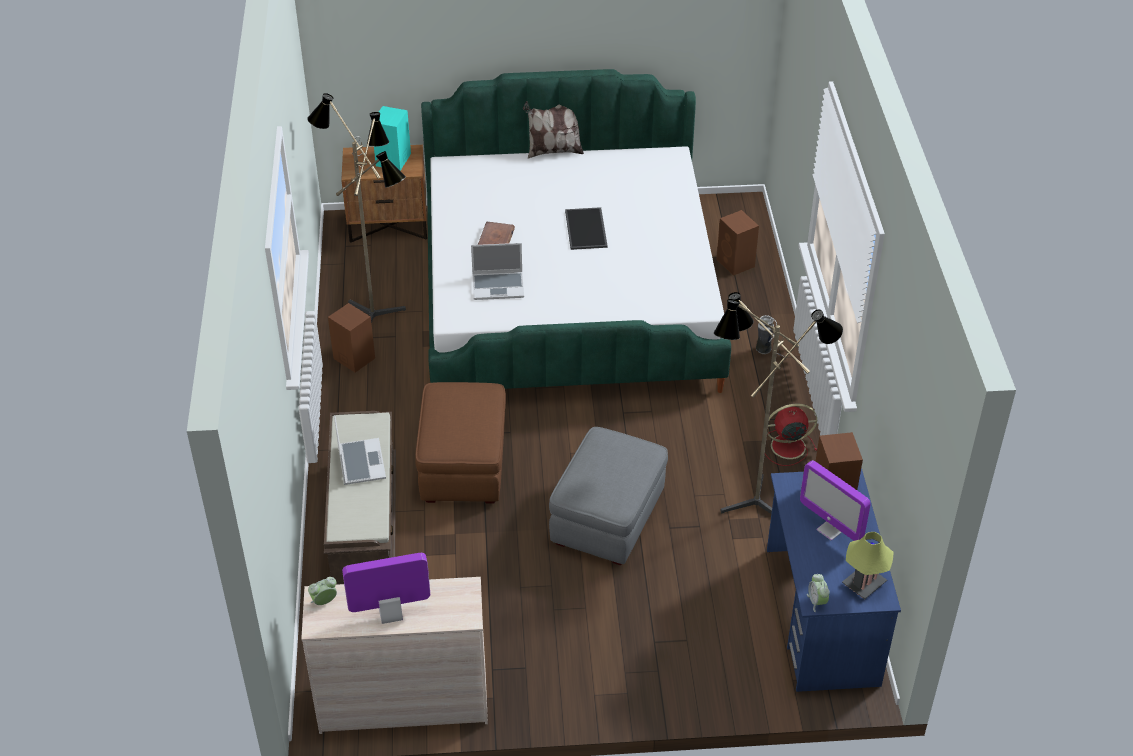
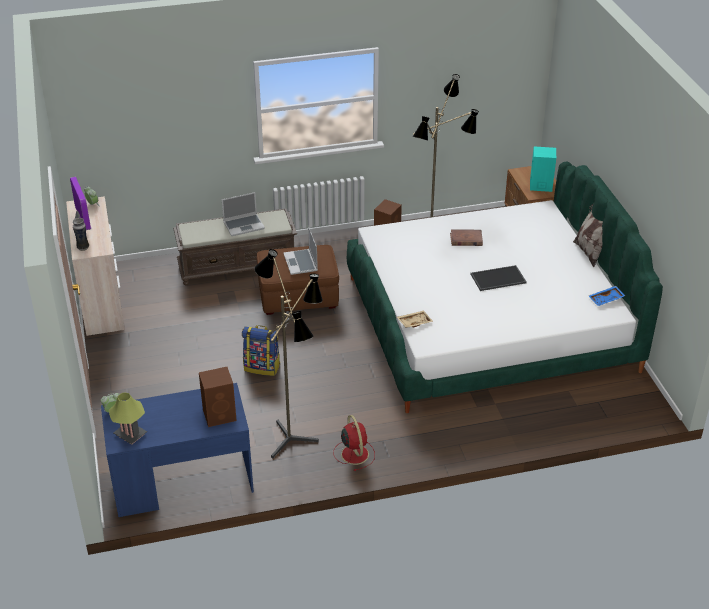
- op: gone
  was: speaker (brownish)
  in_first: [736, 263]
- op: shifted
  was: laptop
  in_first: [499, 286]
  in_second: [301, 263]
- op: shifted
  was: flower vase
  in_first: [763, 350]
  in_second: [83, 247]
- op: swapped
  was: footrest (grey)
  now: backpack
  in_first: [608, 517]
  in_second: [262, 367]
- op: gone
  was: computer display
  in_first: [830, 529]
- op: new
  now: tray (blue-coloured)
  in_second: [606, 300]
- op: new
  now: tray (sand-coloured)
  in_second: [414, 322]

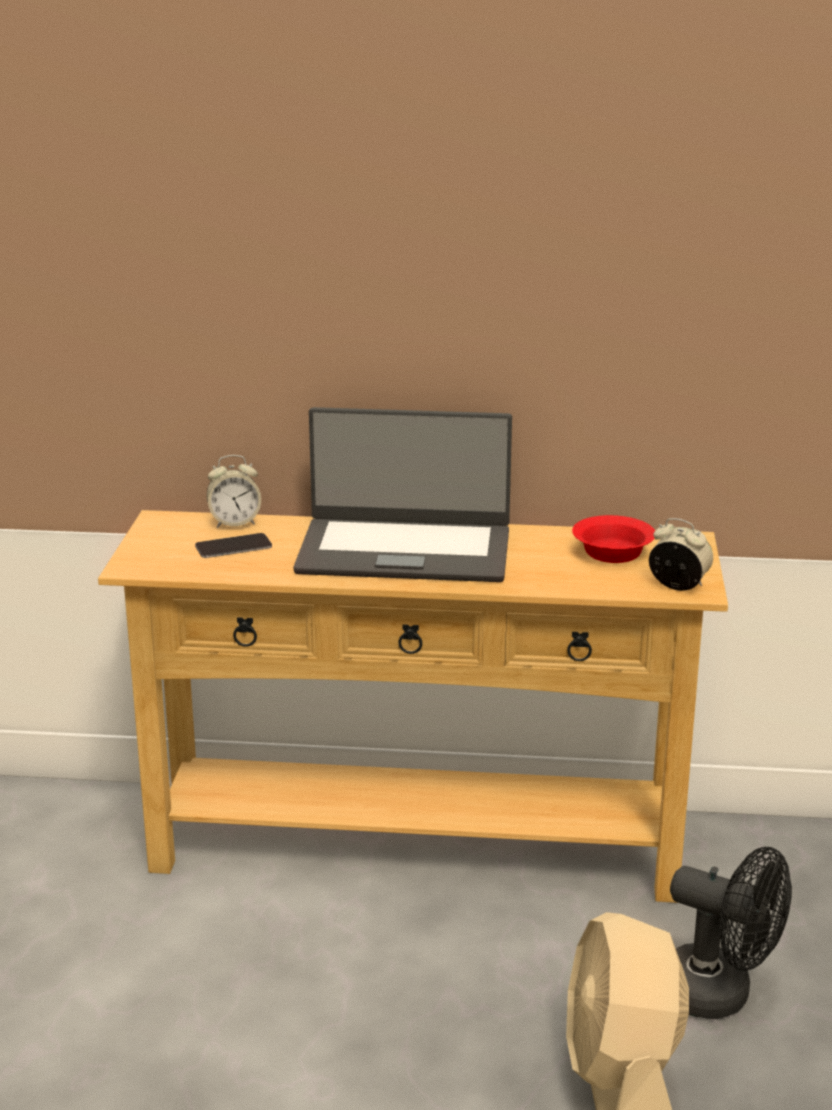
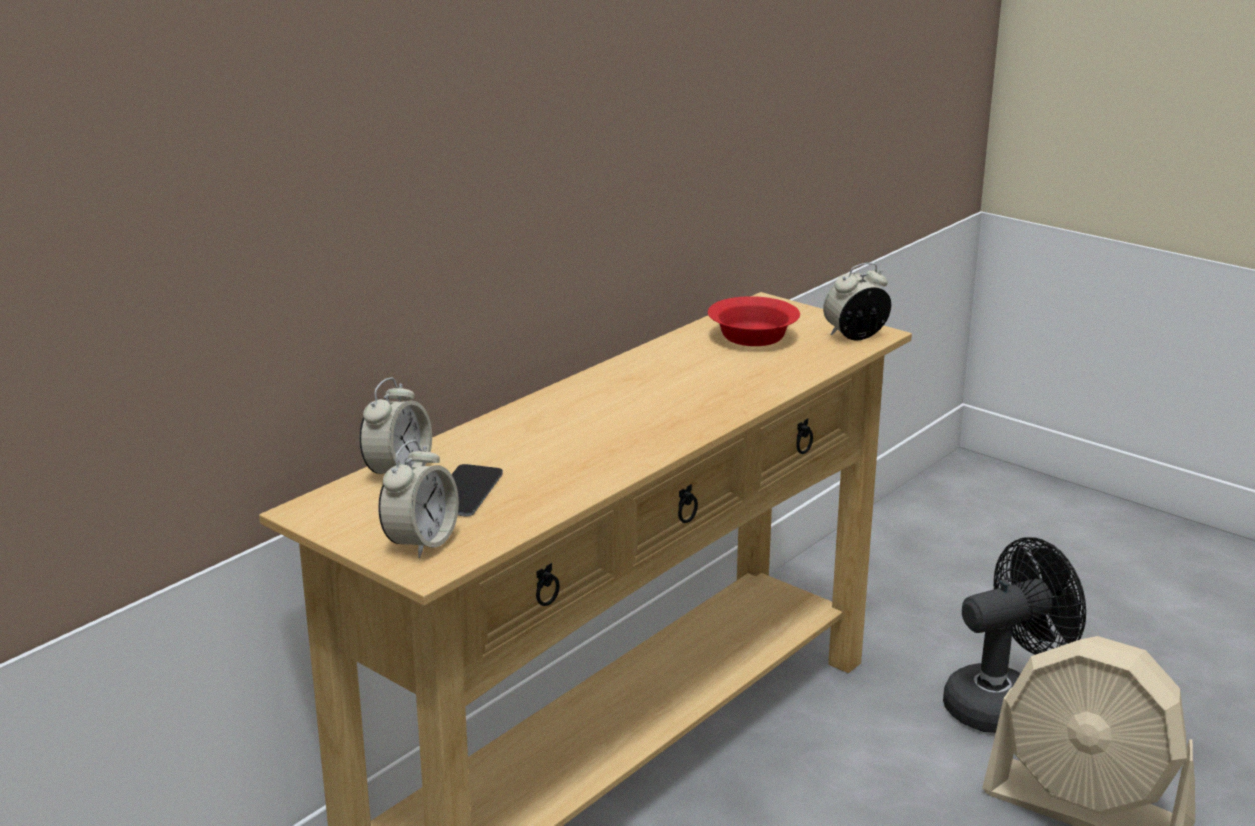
- op: gone
  was: laptop
  in_first: [404, 550]
- op: new
  now: alarm clock
  in_second: [421, 542]

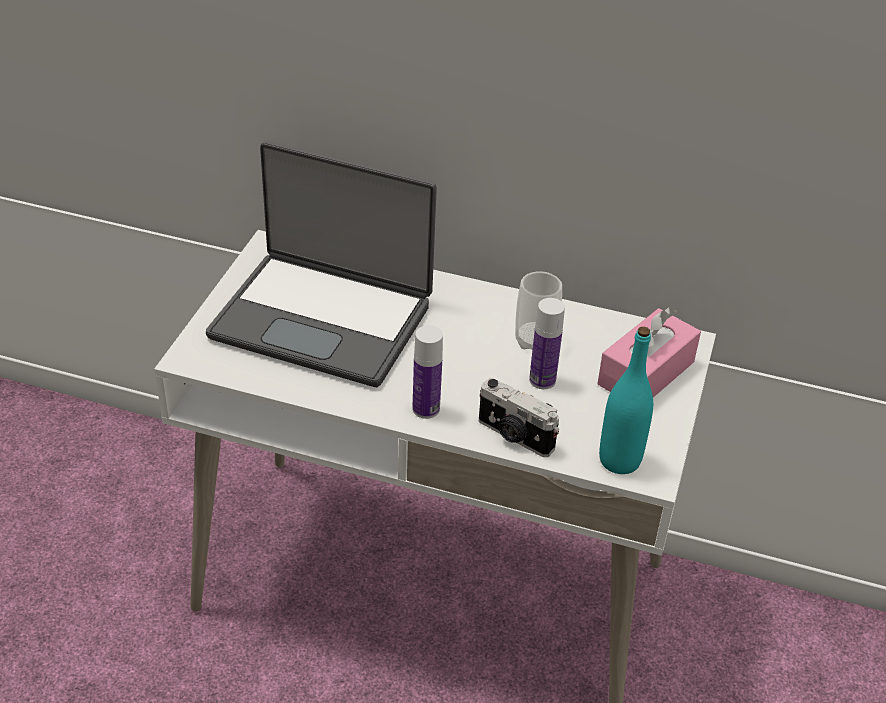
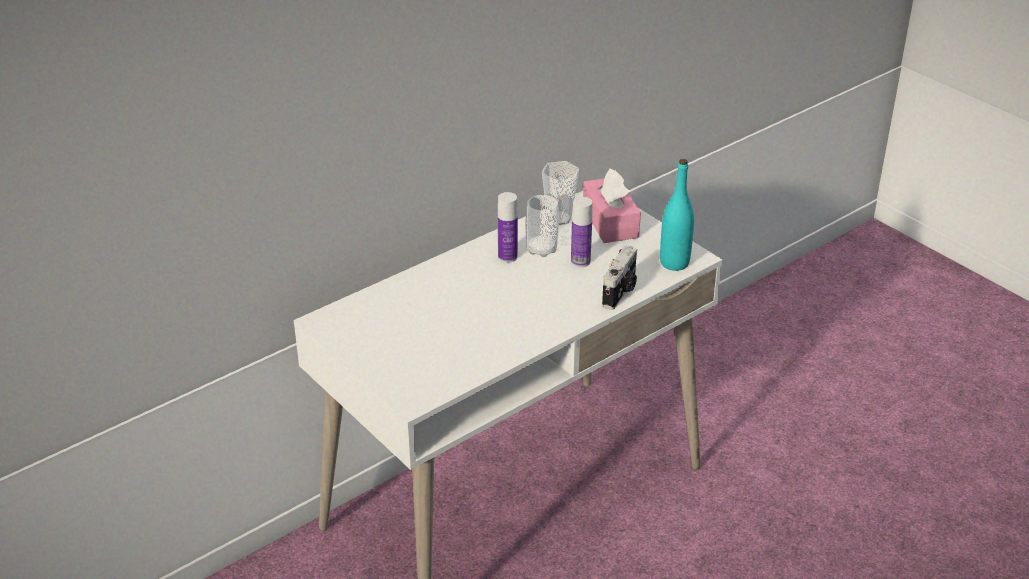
- op: gone
  was: laptop
  in_first: [323, 319]
- op: shifted
  was: bottle
  in_first: [426, 409]
  in_second: [507, 257]
- op: rotated
  was: photo camera
  in_first: [514, 436]
  in_second: [620, 292]
  clockwise: -45
- op: new
  now: cup
  in_second: [559, 218]

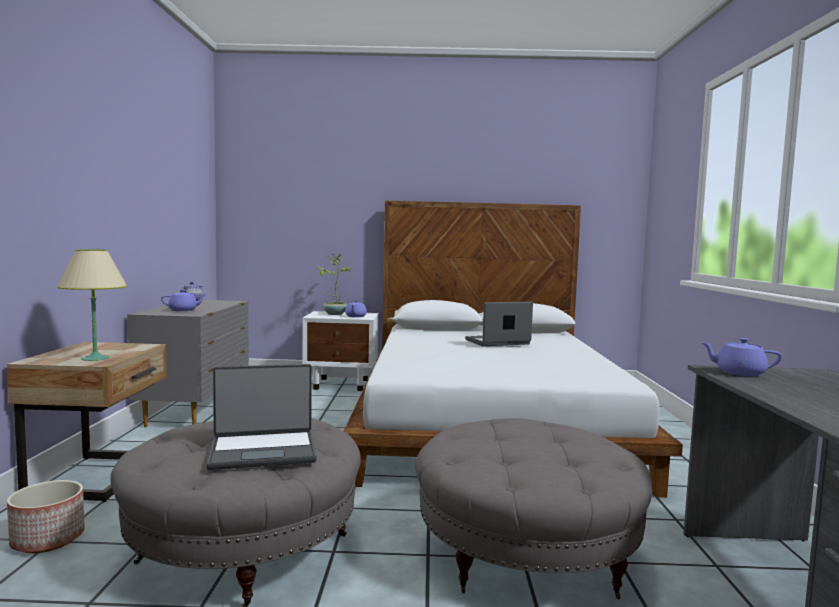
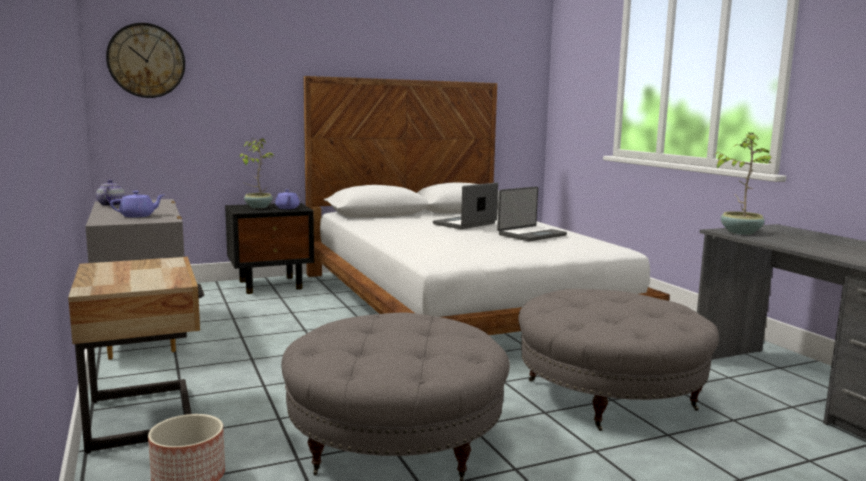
- op: gone
  was: lamp for a table (sand-coloured)
  in_first: [95, 358]
- op: repainted
  was: nightstand (white-coloured)
  now: nightstand (black-coloured)
  in_first: [342, 384]
  in_second: [271, 285]
- op: swapped
  was: teapot (purple-coloured)
  now: potted plant
  in_first: [739, 373]
  in_second: [740, 232]
- op: shifted
  was: laptop
  in_first: [263, 451]
  in_second: [531, 235]
- op: new
  now: hanging clock
  in_second: [146, 60]

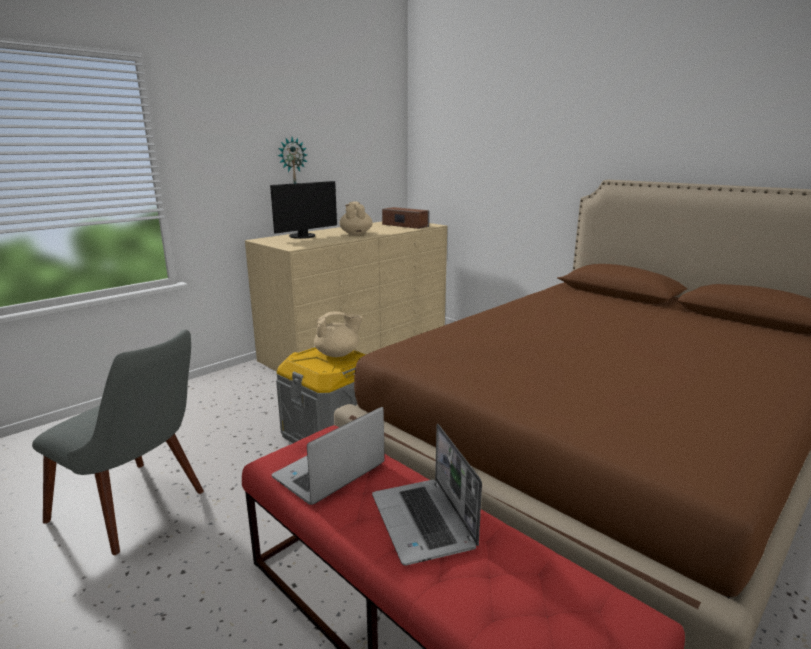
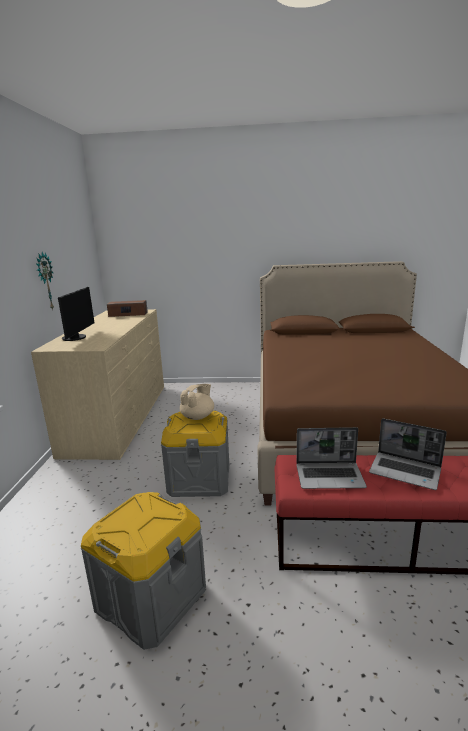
- op: gone
  was: teapot (sand-coloured)
  in_first: [356, 233]
- op: swapped
  was: chair (grey)
  now: storage box (grey)
  in_first: [141, 510]
  in_second: [151, 597]
- op: rotated
  was: laptop
  in_first: [329, 473]
  in_second: [330, 476]
  clockwise: -90

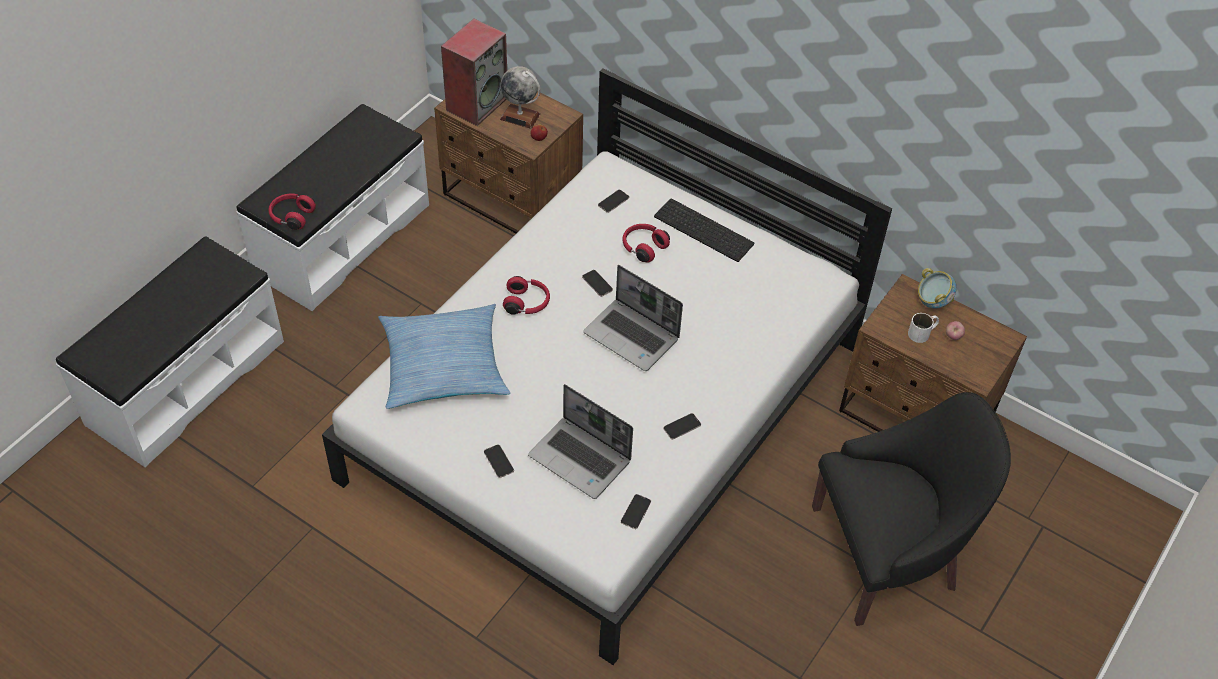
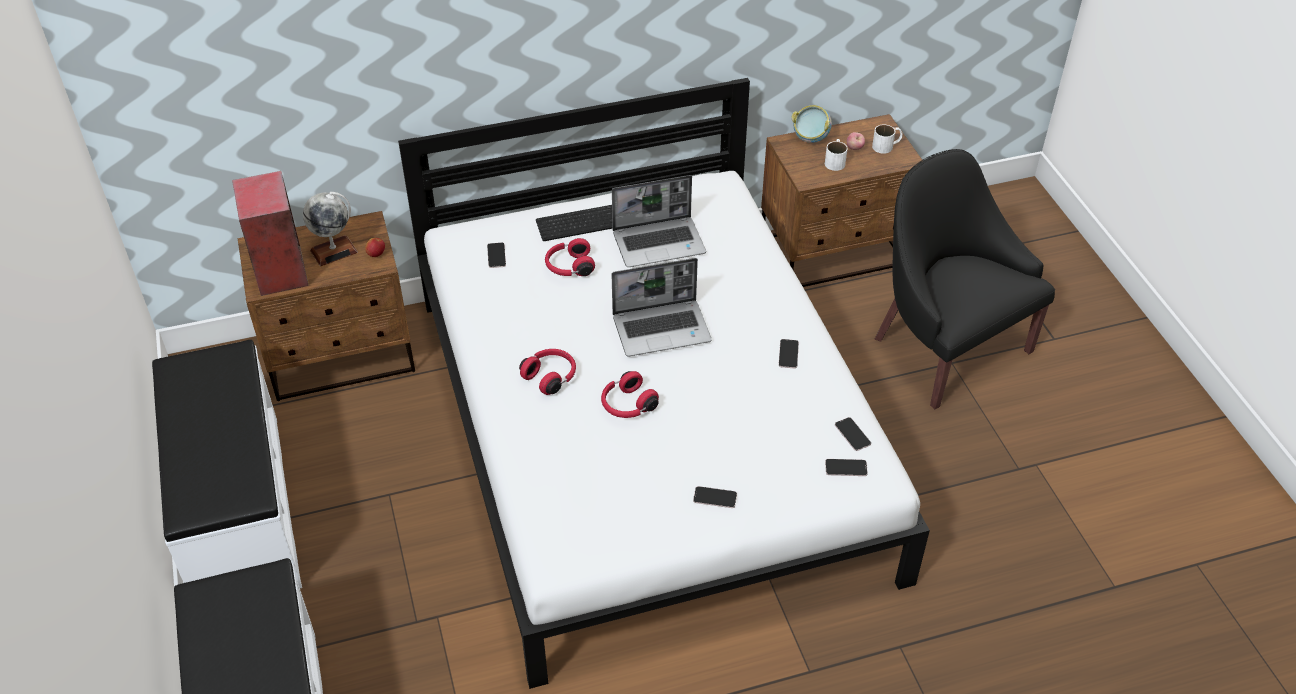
- op: shifted
  was: headset (red-coloured)
  in_first: [291, 216]
  in_second: [627, 405]
- op: shifted
  was: telephone
  in_first: [597, 283]
  in_second: [846, 468]
- op: gone
  was: pillow
  in_first: [443, 365]
- op: shifted
  was: laptop
  in_first: [581, 459]
  in_second: [659, 243]
- op: rotated
  was: armchair (black-coloured)
  in_first: [888, 554]
  in_second: [945, 346]
  clockwise: -60
- op: new
  now: mug (white-coloured)
  in_second: [887, 146]

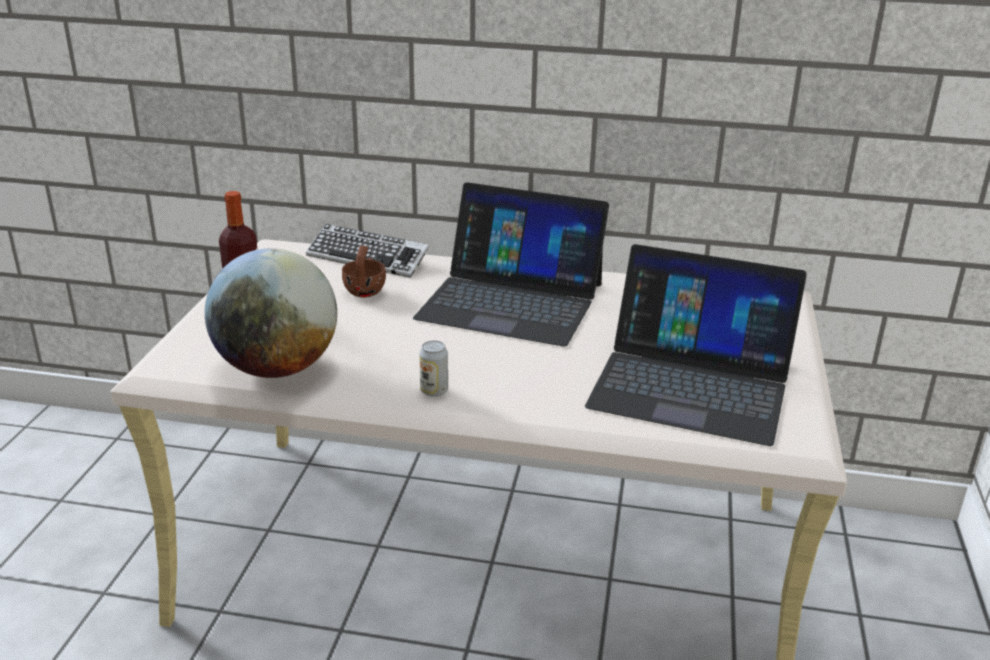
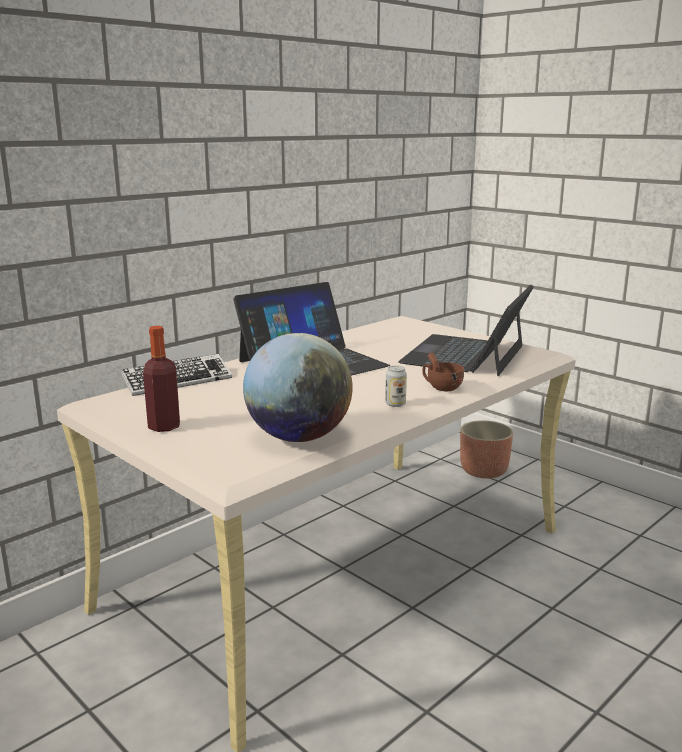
- op: rotated
  was: laptop
  in_first: [691, 383]
  in_second: [465, 354]
  clockwise: 150
- op: shifted
  was: cup (brownish)
  in_first: [366, 290]
  in_second: [441, 387]
- op: new
  now: planter
  in_second: [483, 471]

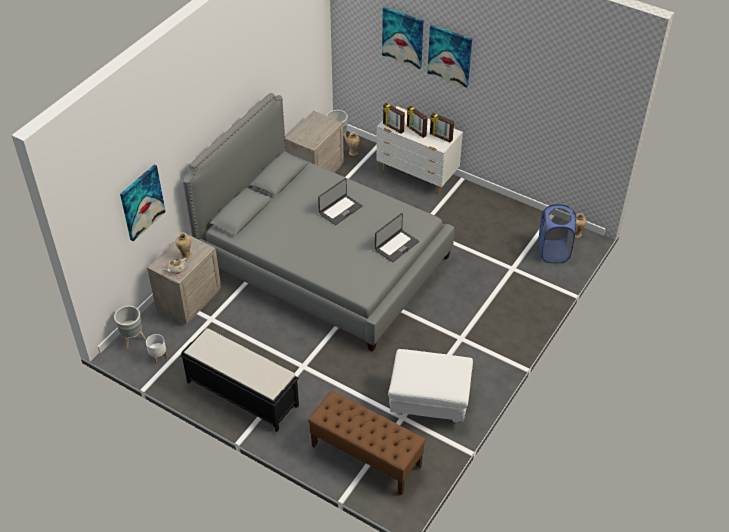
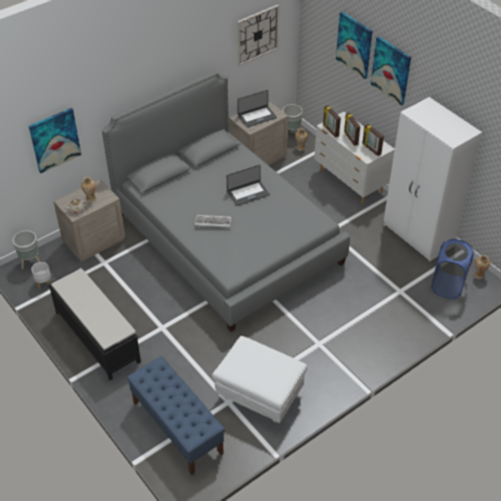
- op: shifted
  was: laptop
  in_first: [396, 245]
  in_second: [257, 116]
- op: repainted
  was: indoor bench (brownish)
  now: indoor bench (blue-coloured)
  in_first: [365, 456]
  in_second: [177, 427]
- op: new
  now: hanging clock
  in_second: [257, 35]
- op: new
  now: wardrobe (white-coloured)
  in_second: [418, 236]
- op: new
  now: PC keyboard
  in_second: [213, 222]

